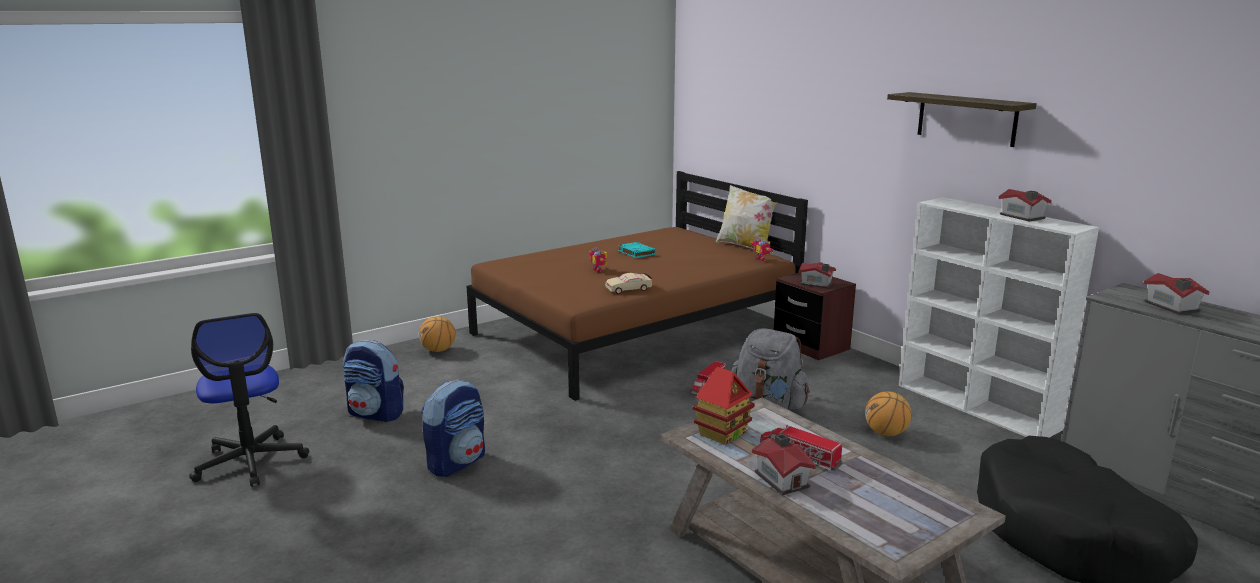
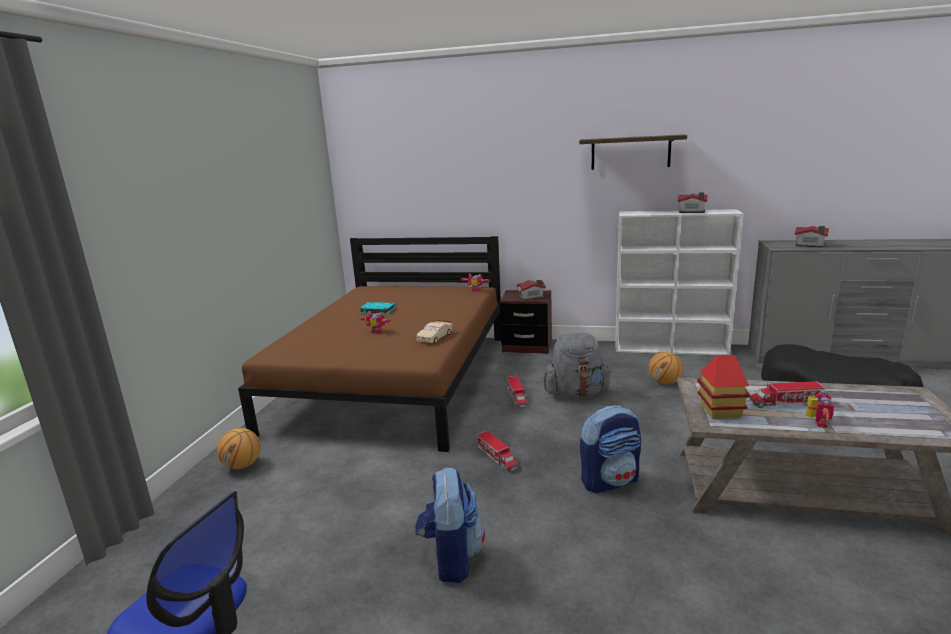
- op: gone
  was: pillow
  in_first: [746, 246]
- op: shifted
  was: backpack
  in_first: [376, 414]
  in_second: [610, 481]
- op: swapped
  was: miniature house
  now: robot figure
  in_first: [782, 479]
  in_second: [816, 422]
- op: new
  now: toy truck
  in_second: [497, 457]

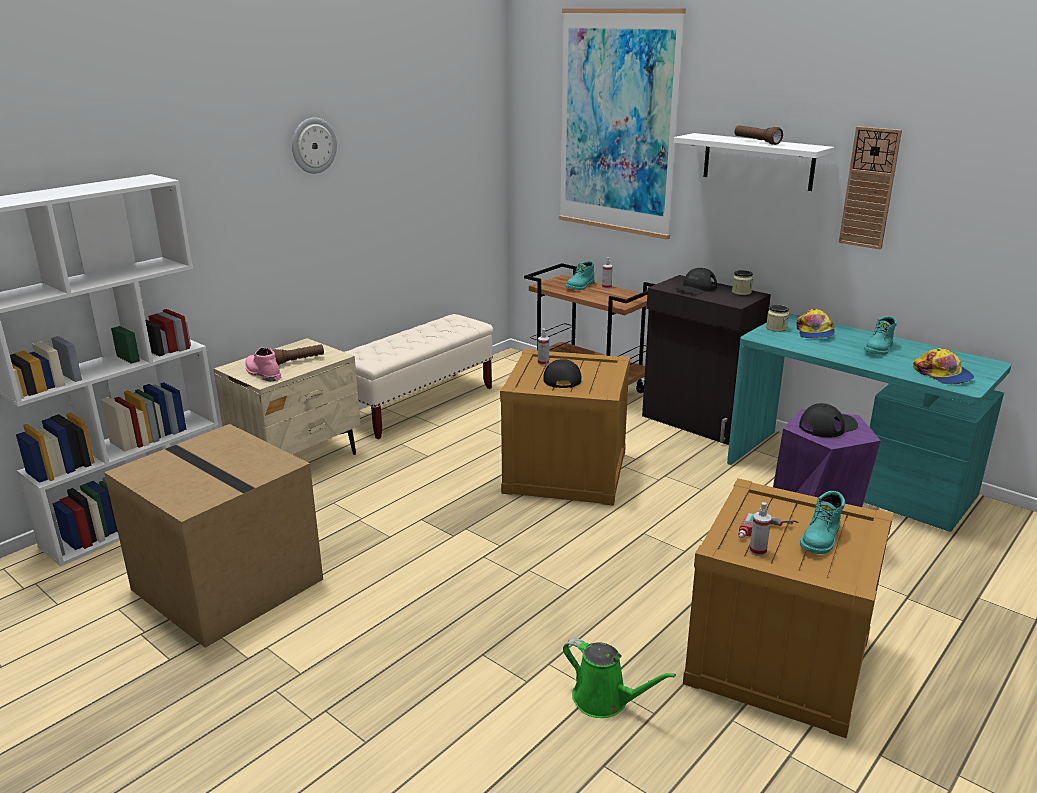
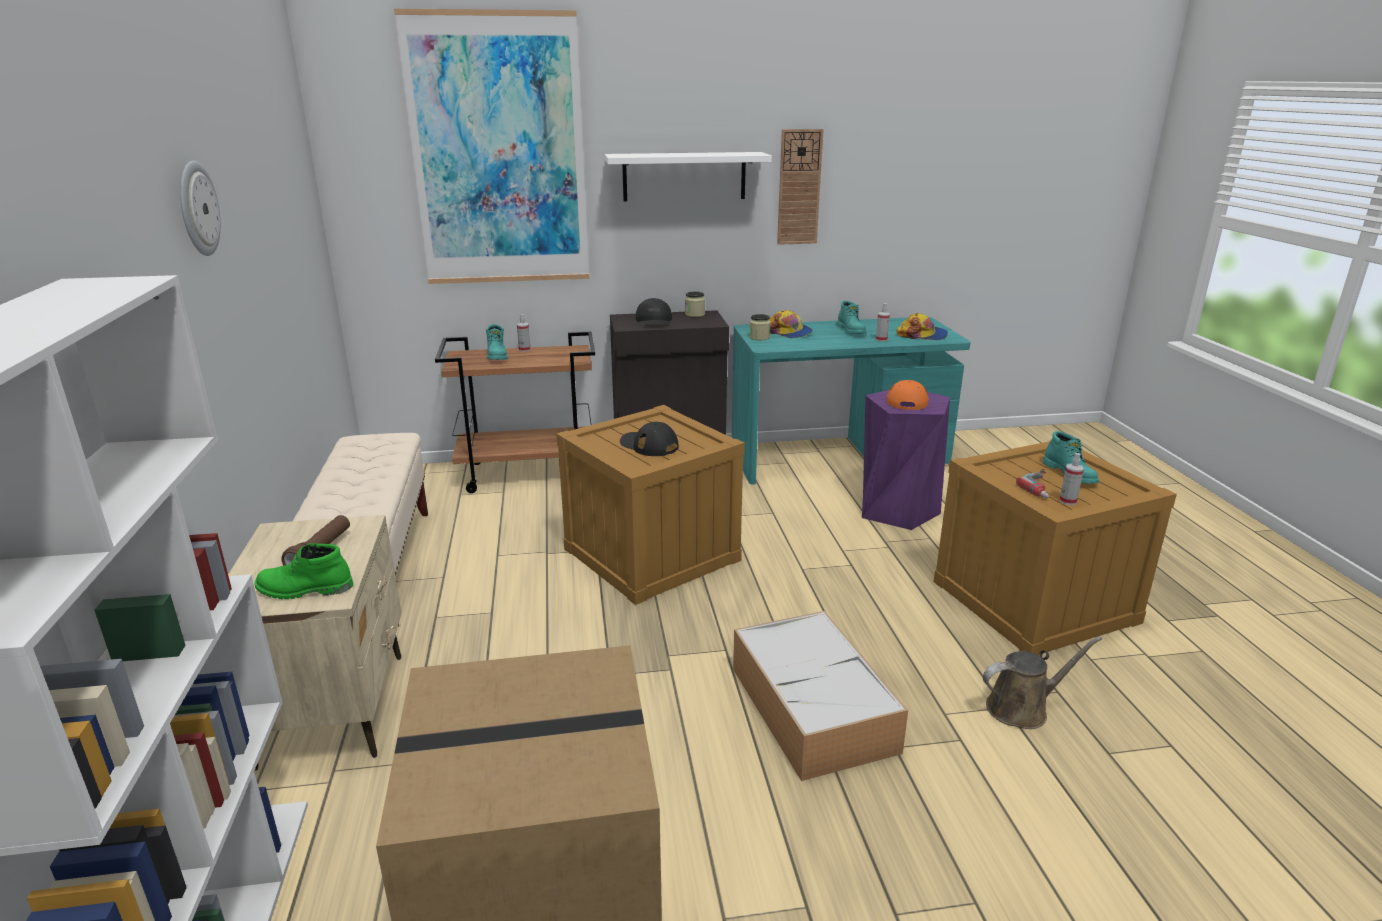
- op: gone
  was: hand torch (brownish)
  in_first: [756, 142]
- op: shifted
  was: hand sprayer
  in_first: [543, 363]
  in_second: [881, 339]
- op: repainted
  was: boot (pink)
  now: boot (greenish)
  in_first: [262, 373]
  in_second: [304, 590]
- op: repainted
  was: cap (black-coloured)
  now: cap (orange-coloured)
  in_first: [827, 426]
  in_second: [907, 400]
- op: repainted
  was: watering can (greenish)
  now: watering can (brownish)
  in_first: [605, 700]
  in_second: [1022, 708]
- op: new
  now: storage box
  in_second: [814, 710]

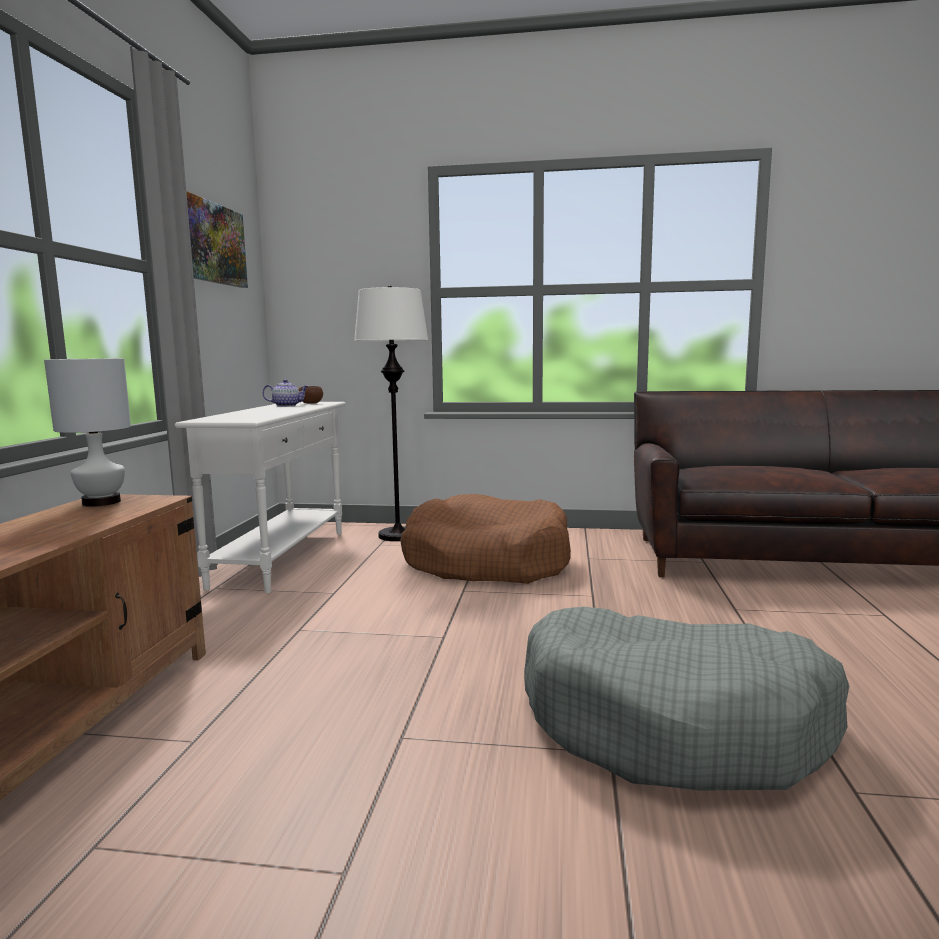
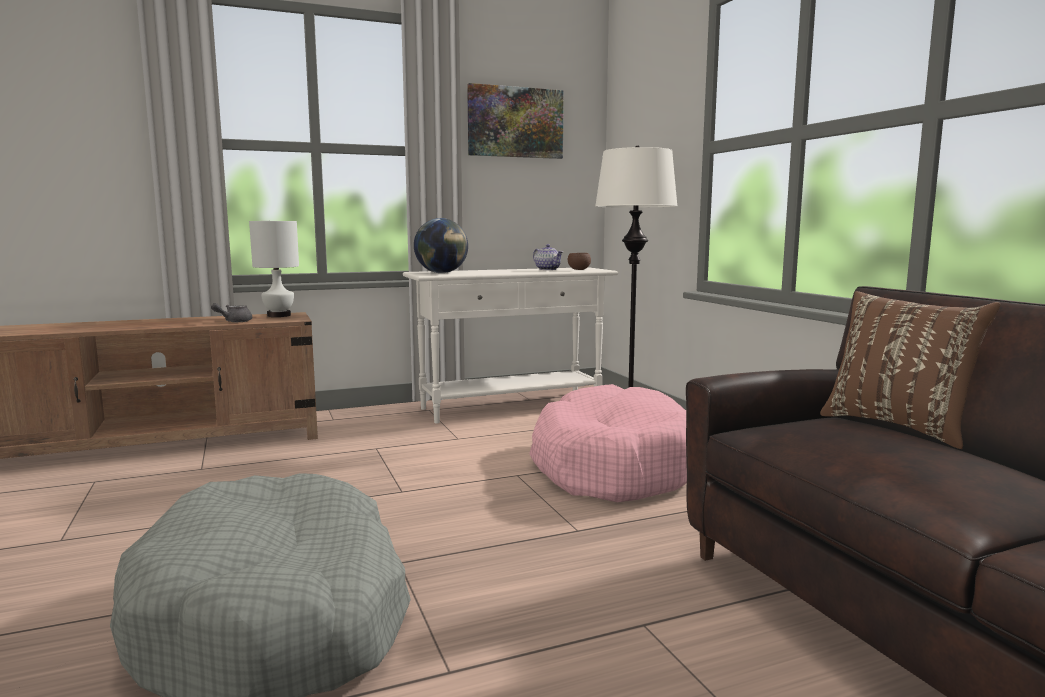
- op: repainted
  was: dog cushion (brownish)
  now: dog cushion (pink)
  in_first: [486, 561]
  in_second: [611, 466]
- op: new
  now: desk globe
  in_second: [441, 273]
- op: new
  now: pillow (brownish)
  in_second: [898, 426]
- op: new
  now: teapot (grey)
  in_second: [234, 321]

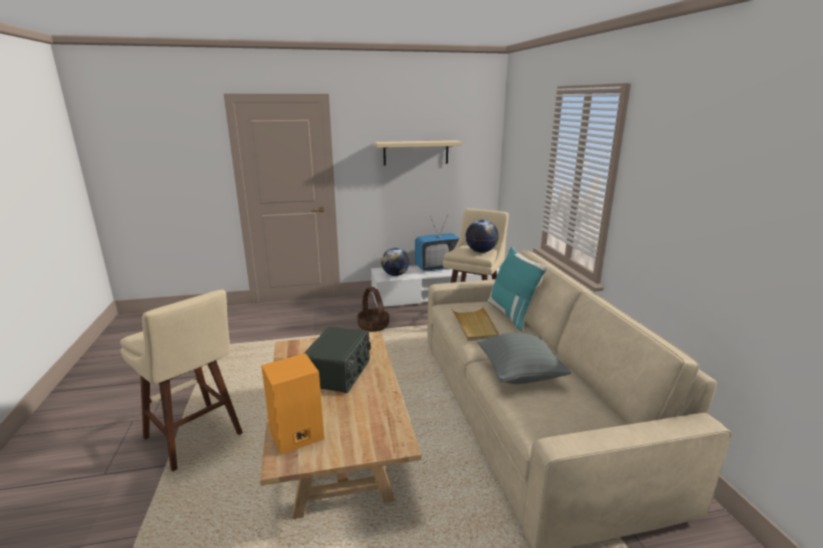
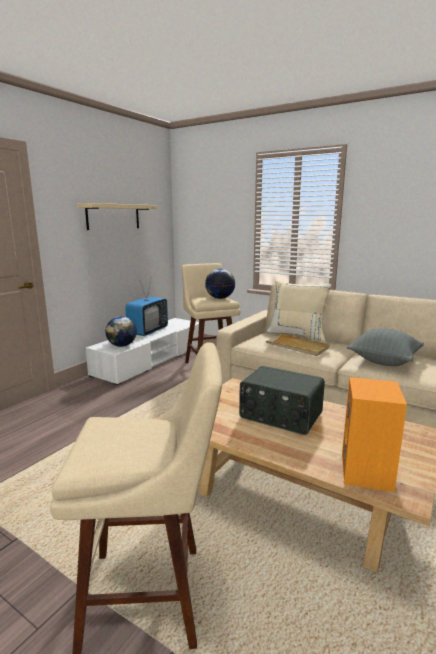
- op: repainted
  was: pillow (turquoise)
  now: pillow (sand-coloured)
  in_first: [513, 314]
  in_second: [297, 335]
- op: gone
  was: basket
  in_first: [373, 326]
- op: rotated
  was: radio set
  in_first: [340, 373]
  in_second: [280, 416]
  clockwise: 150

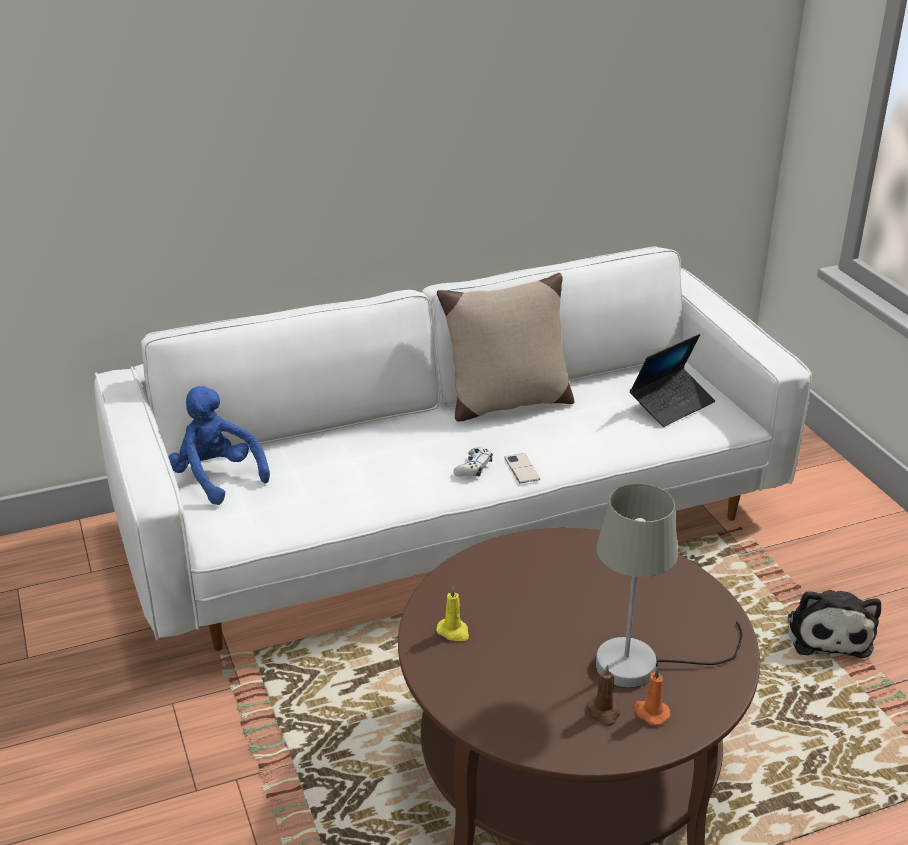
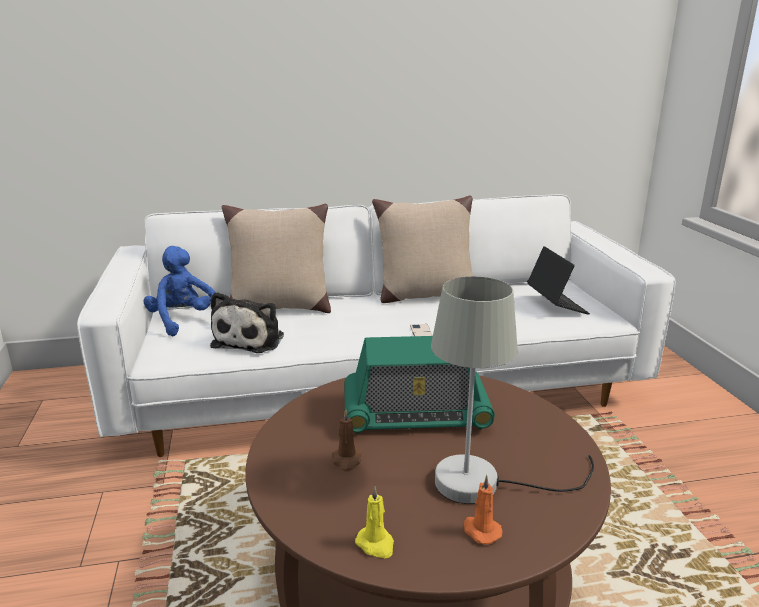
- op: rotated
  was: laptop
  in_first: [671, 404]
  in_second: [556, 304]
  clockwise: -75
- op: gone
  was: joypad (white-coloured)
  in_first: [473, 467]
- op: shifted
  was: wax candle (yellowish)
  in_first: [454, 632]
  in_second: [376, 544]
- op: shifted
  was: cuddly toy
  in_first: [828, 632]
  in_second: [251, 339]
- op: shifted
  was: wax candle (brownish)
  in_first: [604, 712]
  in_second: [346, 460]
- op: new
  now: pillow (sand-coloured)
  in_second: [279, 307]
- op: new
  now: radio set
  in_second: [415, 414]

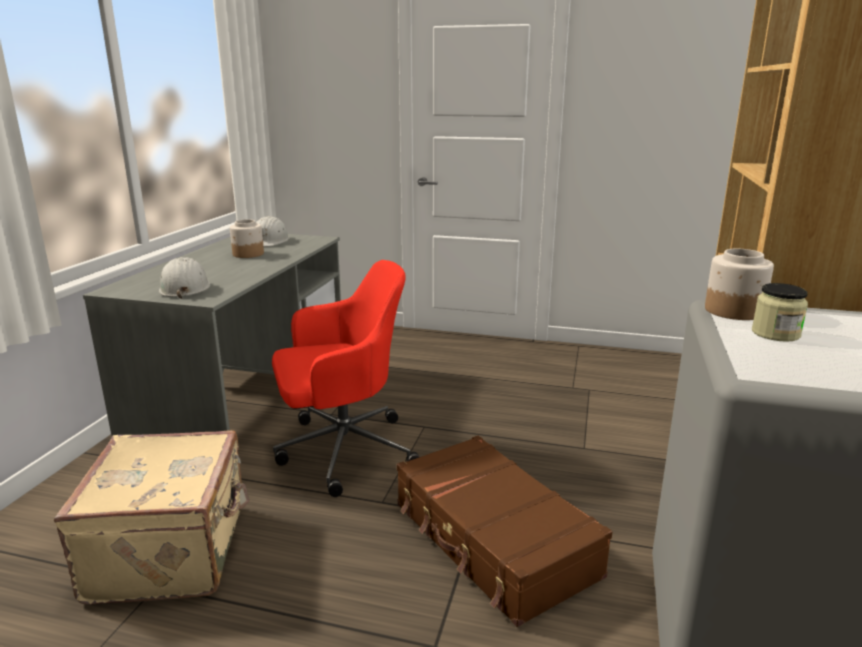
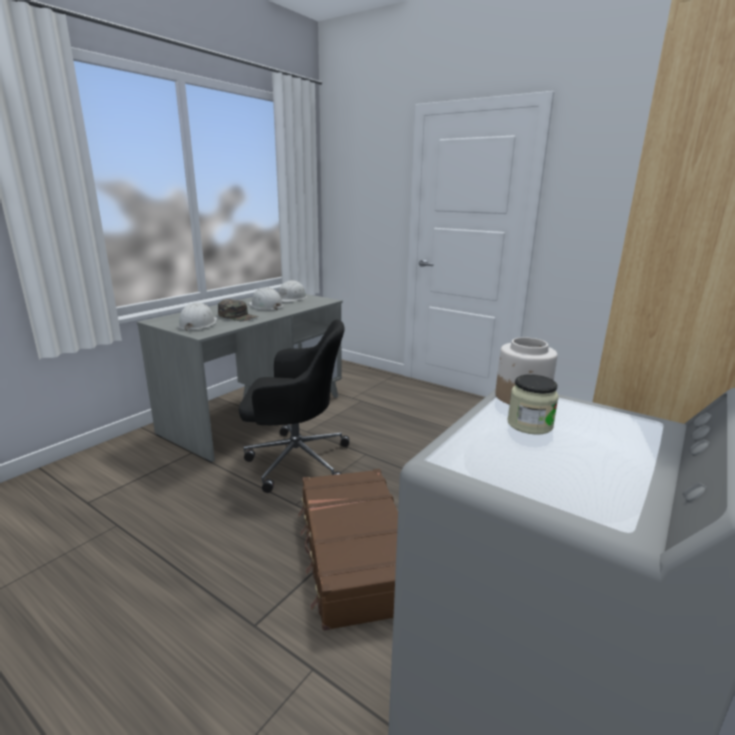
- op: swapped
  was: jar
  now: safety helmet (white-coloured)
  in_first: [248, 254]
  in_second: [266, 306]
- op: repainted
  was: computer chair (red-coloured)
  now: computer chair (black-coloured)
  in_first: [342, 451]
  in_second: [295, 460]
- op: gone
  was: travel case (sand-coloured)
  in_first: [173, 551]
- op: new
  now: cap (greenish)
  in_second: [238, 316]

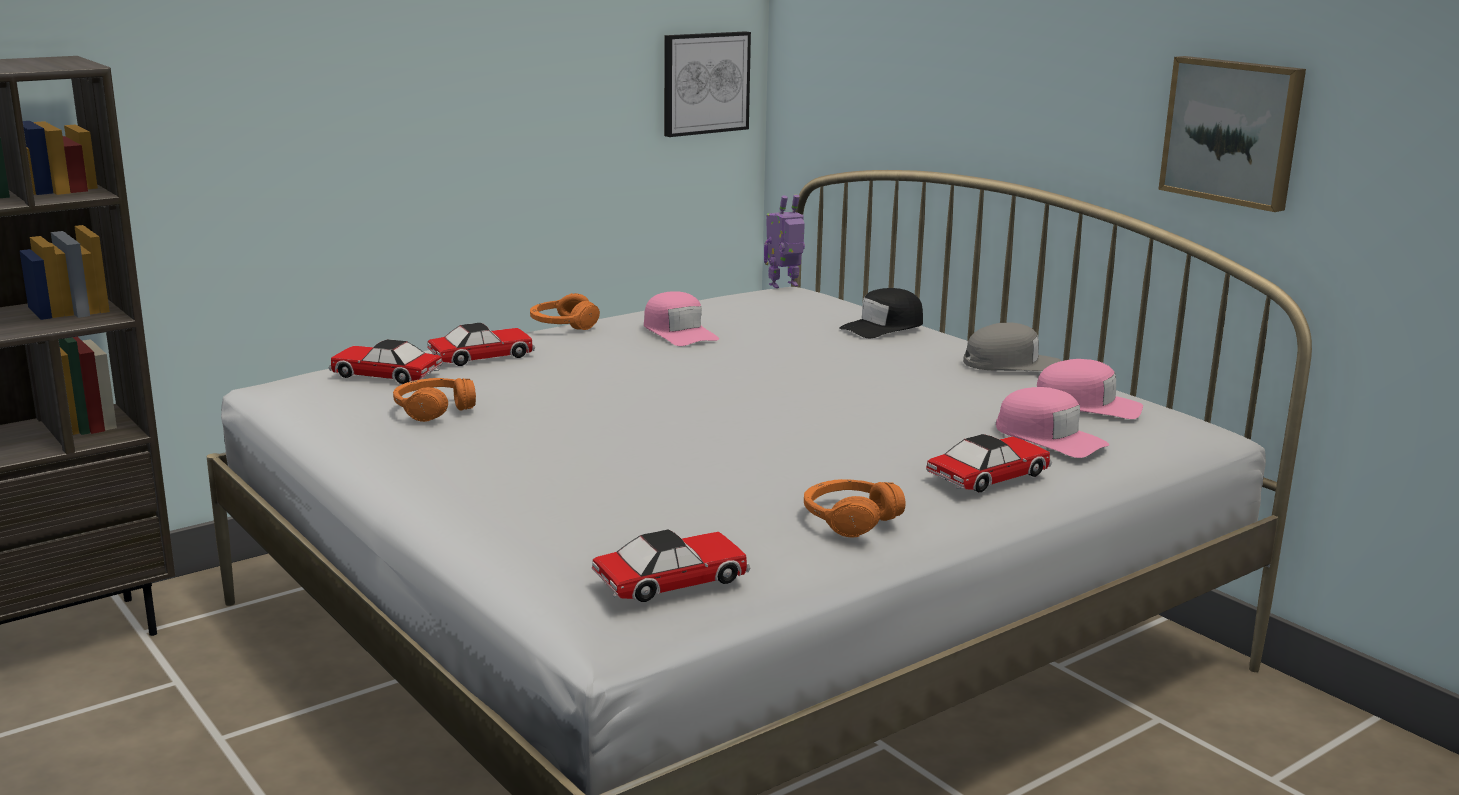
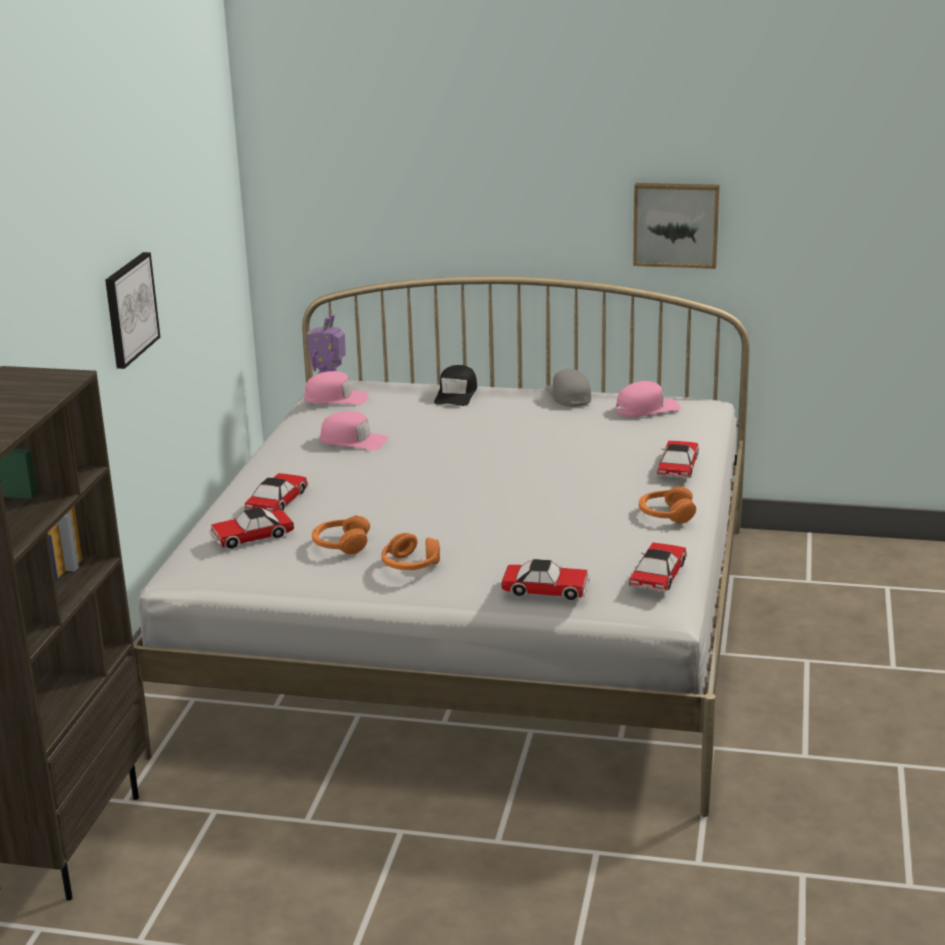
- op: shifted
  was: wall art
  in_first: [705, 83]
  in_second: [130, 309]
- op: shifted
  was: headset (orange-coloured)
  in_first: [563, 325]
  in_second: [410, 565]
- op: rotated
  was: cap (grey)
  in_first: [1012, 364]
  in_second: [568, 396]
  clockwise: -60
- op: shifted
  was: cap (pink)
  in_first: [1049, 437]
  in_second: [336, 398]
- op: new
  now: miniature car
  in_second: [546, 589]

